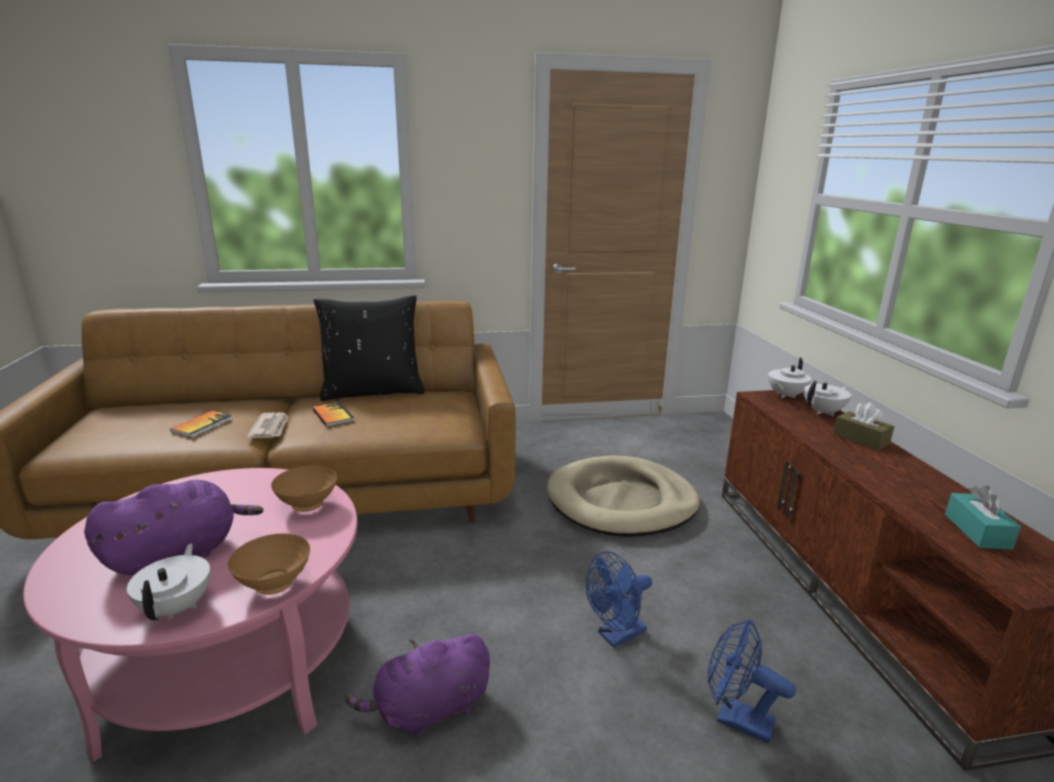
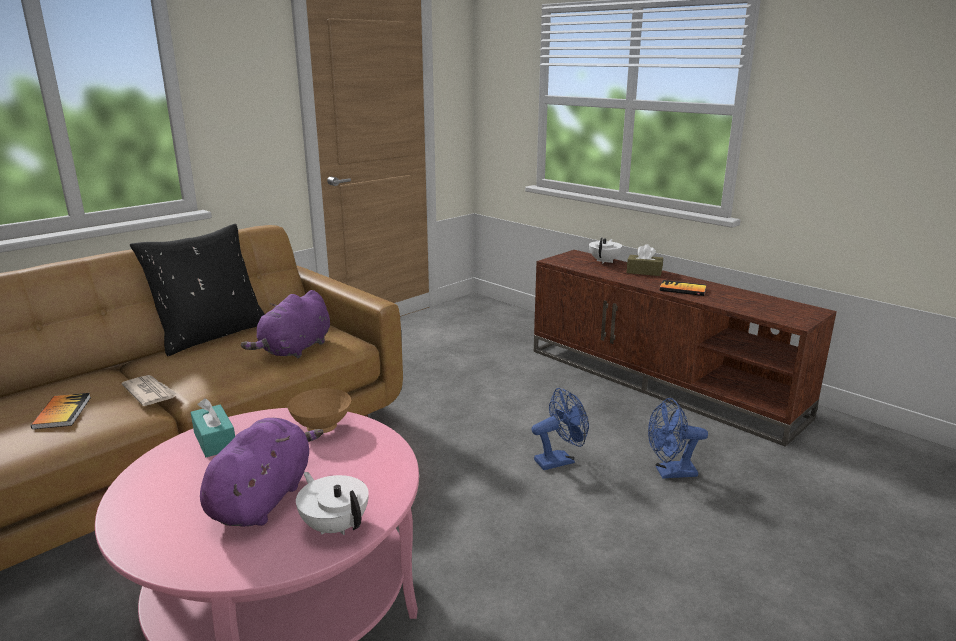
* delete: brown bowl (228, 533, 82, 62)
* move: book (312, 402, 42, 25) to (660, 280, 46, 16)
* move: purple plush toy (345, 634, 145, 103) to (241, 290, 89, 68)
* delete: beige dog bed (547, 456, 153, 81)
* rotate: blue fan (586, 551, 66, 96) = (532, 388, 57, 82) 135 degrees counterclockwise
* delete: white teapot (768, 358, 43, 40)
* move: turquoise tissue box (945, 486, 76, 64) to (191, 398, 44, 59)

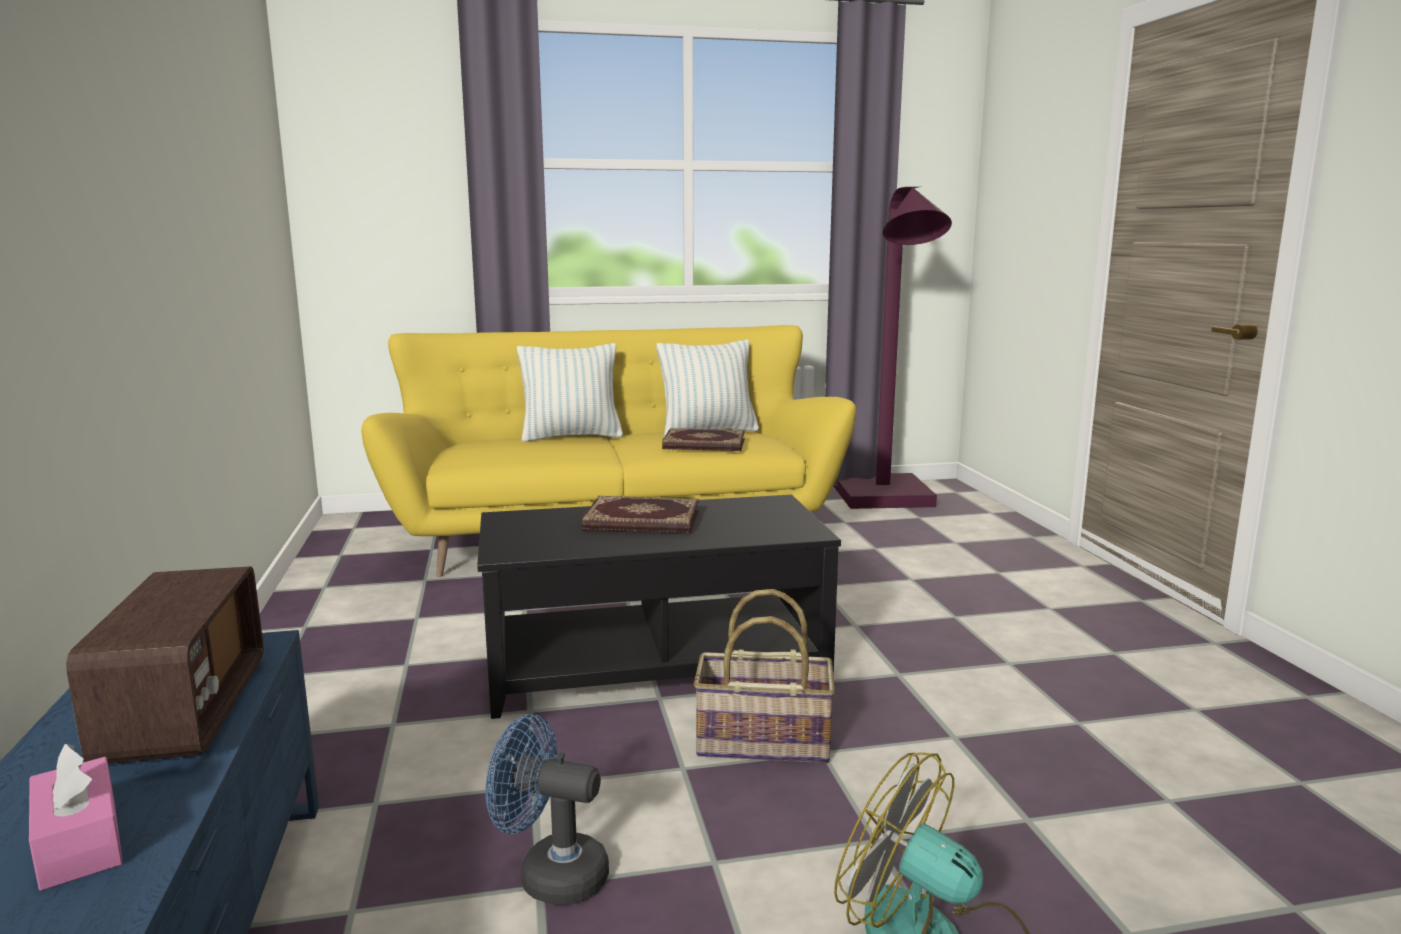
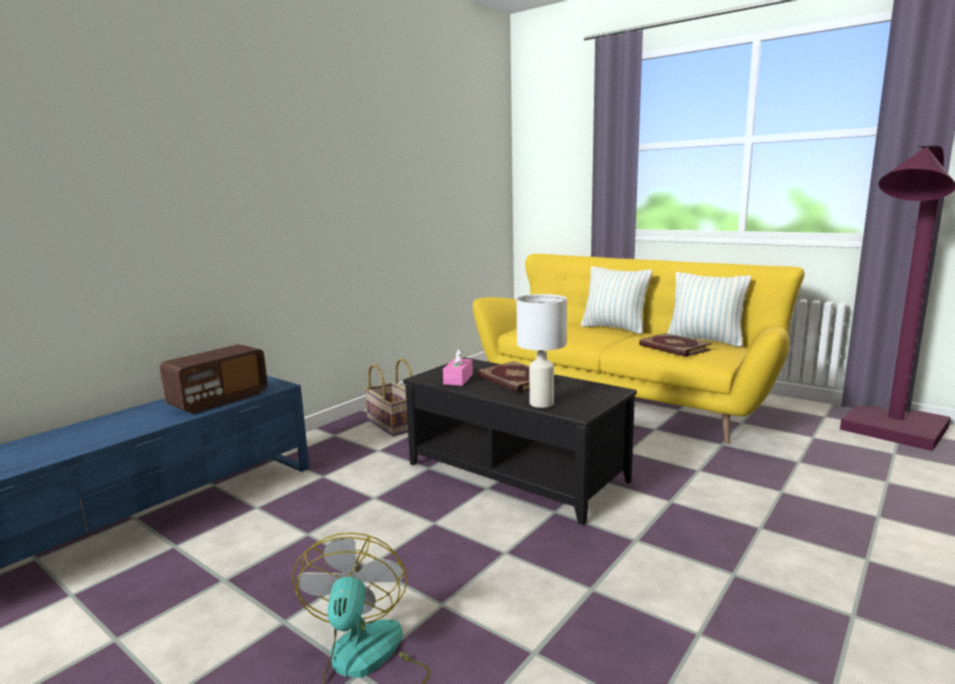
* move: pink tissue box (29, 744, 94, 147) to (443, 349, 30, 37)
* delete: blue fan (485, 714, 124, 190)
* move: basket (694, 589, 141, 174) to (364, 358, 48, 78)
* insert: white table lamp (516, 294, 51, 114)

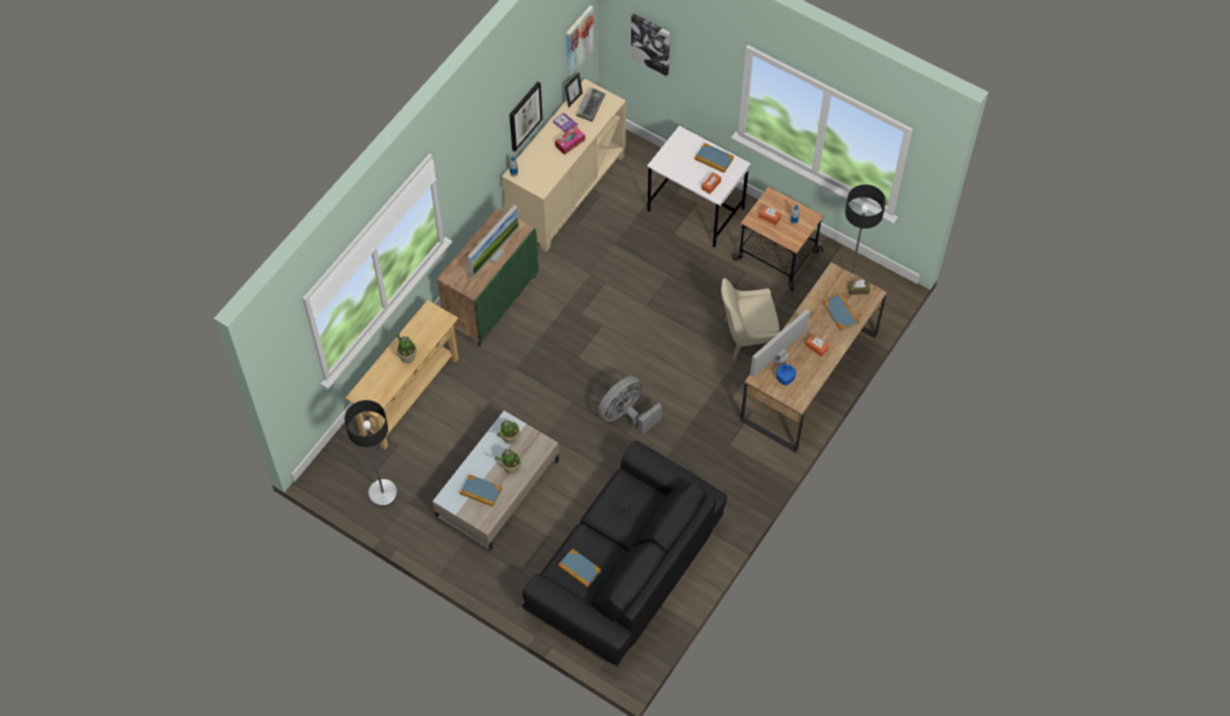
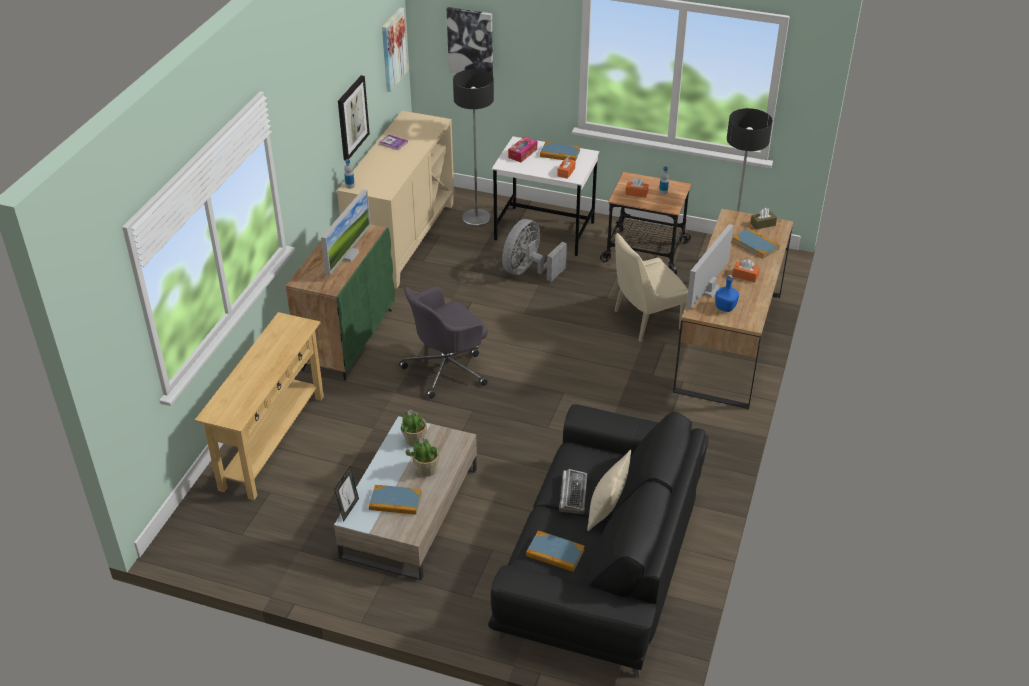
* move: floor lamp (344, 400, 54, 107) to (453, 69, 41, 158)
* delete: potted plant (396, 333, 21, 30)
* move: tissue box (555, 126, 30, 29) to (508, 136, 29, 26)
* move: picture frame (565, 72, 17, 36) to (334, 467, 25, 55)
* move: keyboard (576, 88, 29, 34) to (559, 469, 29, 45)
* move: grey fan (598, 376, 64, 59) to (502, 219, 65, 63)
* insert: grey office chair (399, 286, 89, 113)
* insert: beige pillow (587, 450, 44, 81)

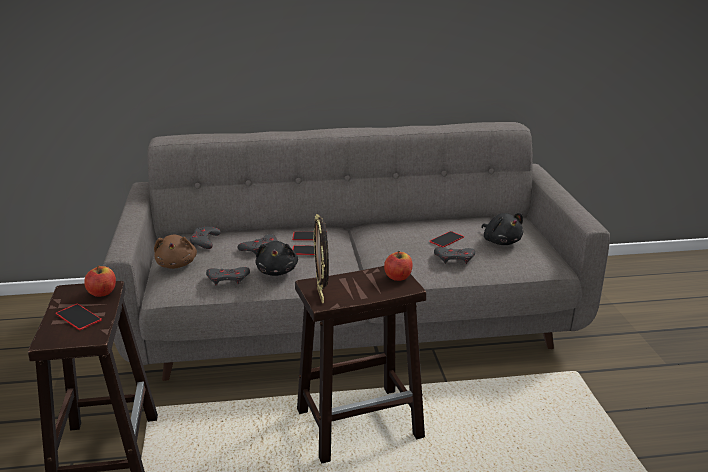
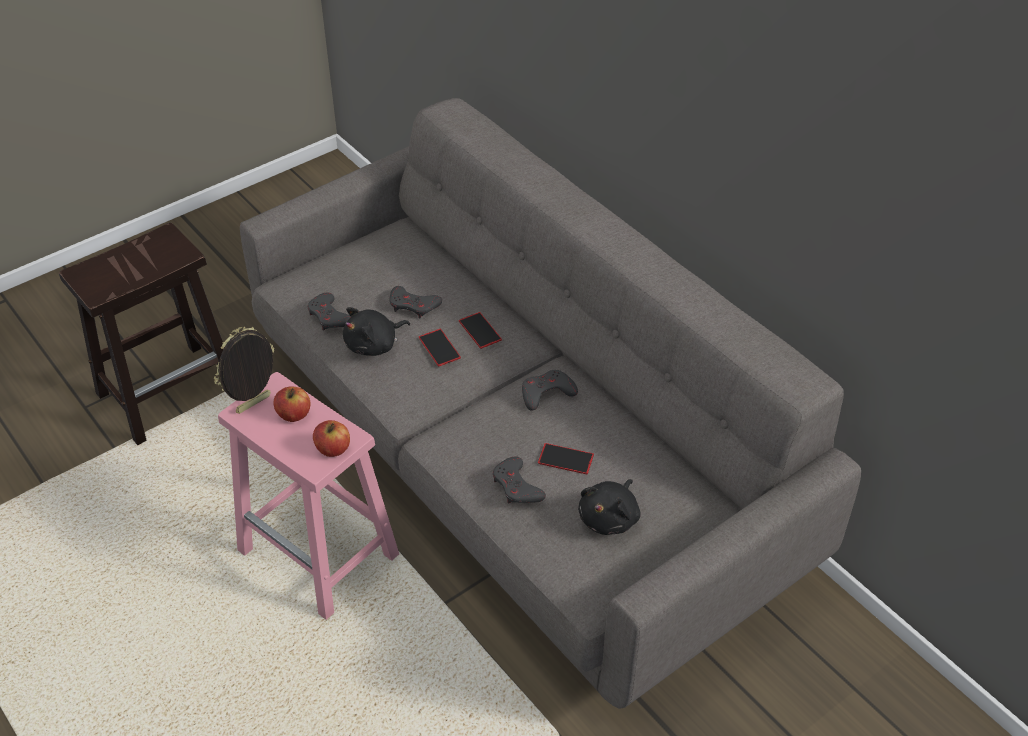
* delete: phone (56, 304, 46, 26)
* move: apple (84, 265, 32, 32) to (274, 387, 36, 35)
* delete: brown plush toy (154, 235, 43, 34)
* move: grey game controller (189, 226, 32, 23) to (522, 370, 56, 41)
* recolor: brown stool (295, 266, 131, 198) to pink stool (218, 372, 181, 248)

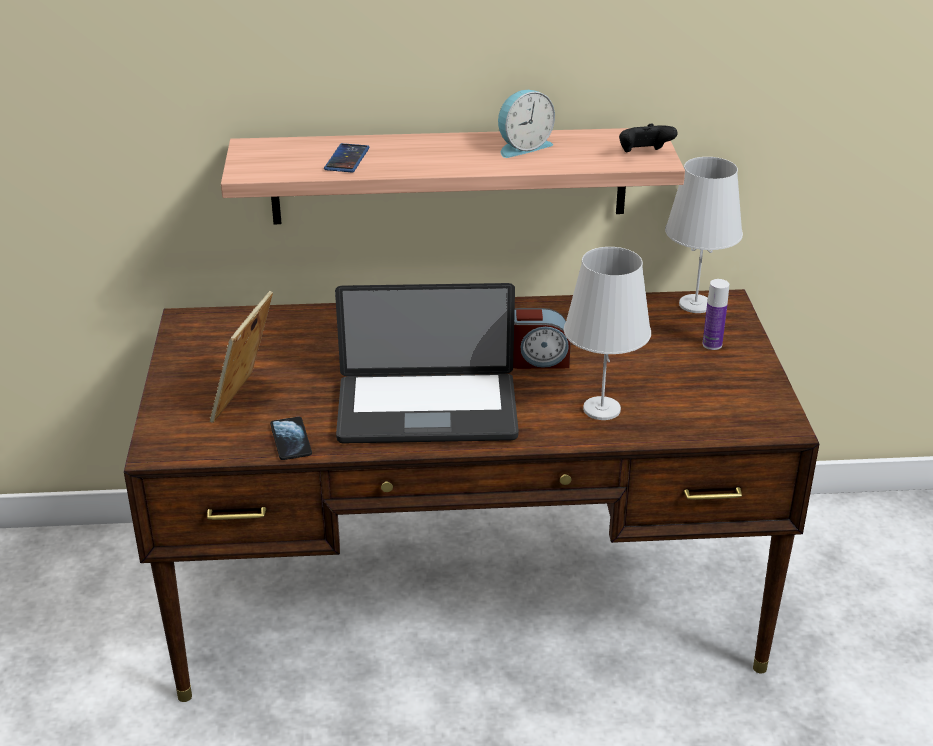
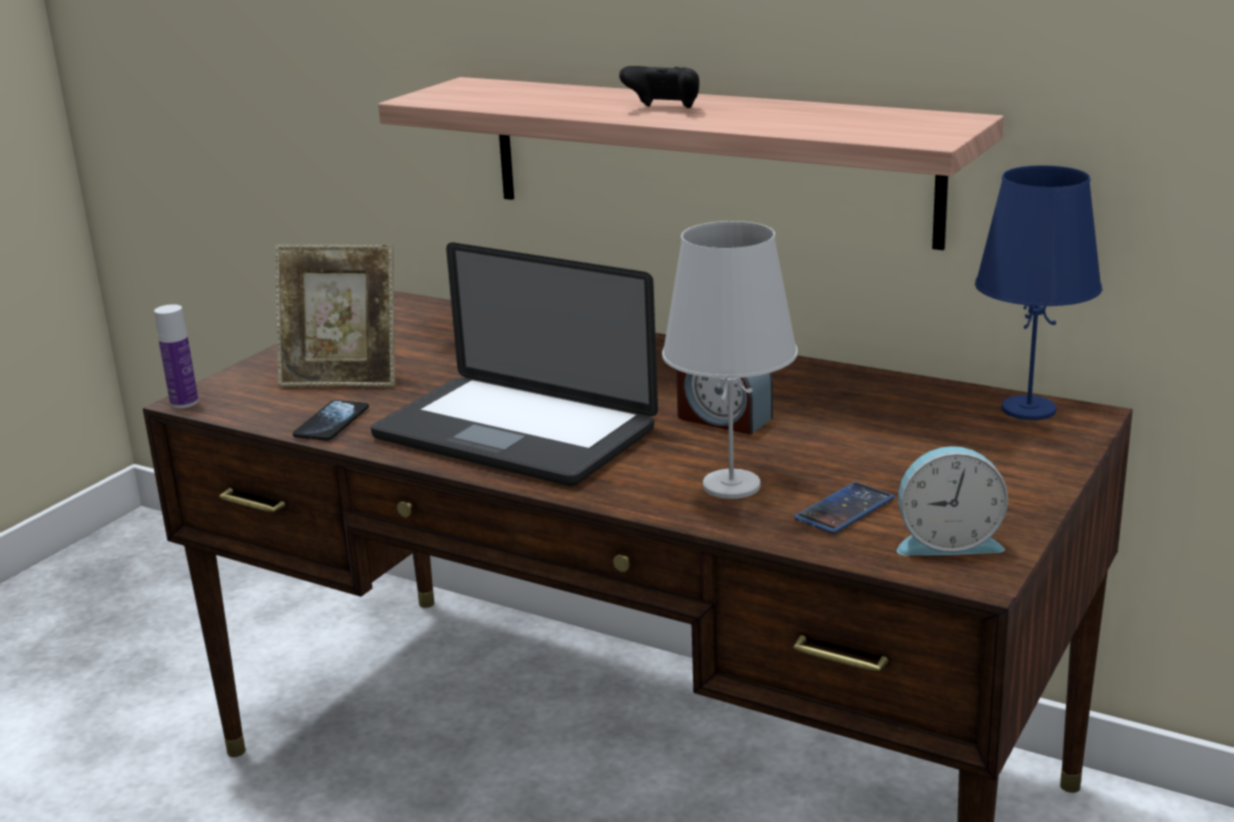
* rotate: picture frame (210, 291, 63, 132) = (275, 245, 120, 142) 135 degrees counterclockwise
* move: phone (324, 143, 46, 29) to (794, 482, 100, 52)
* move: alarm clock (498, 90, 57, 68) to (897, 446, 111, 110)
* move: black game controller (619, 124, 59, 28) to (619, 66, 80, 42)
* recolor: white table lamp (665, 157, 78, 156) to blue table lamp (975, 165, 127, 255)
* move: bottle (703, 279, 26, 71) to (154, 304, 45, 104)

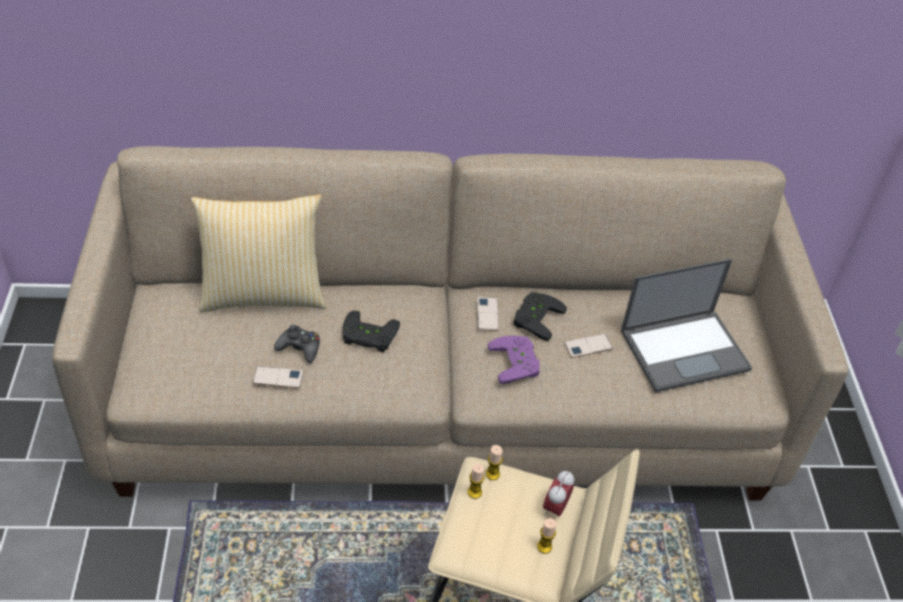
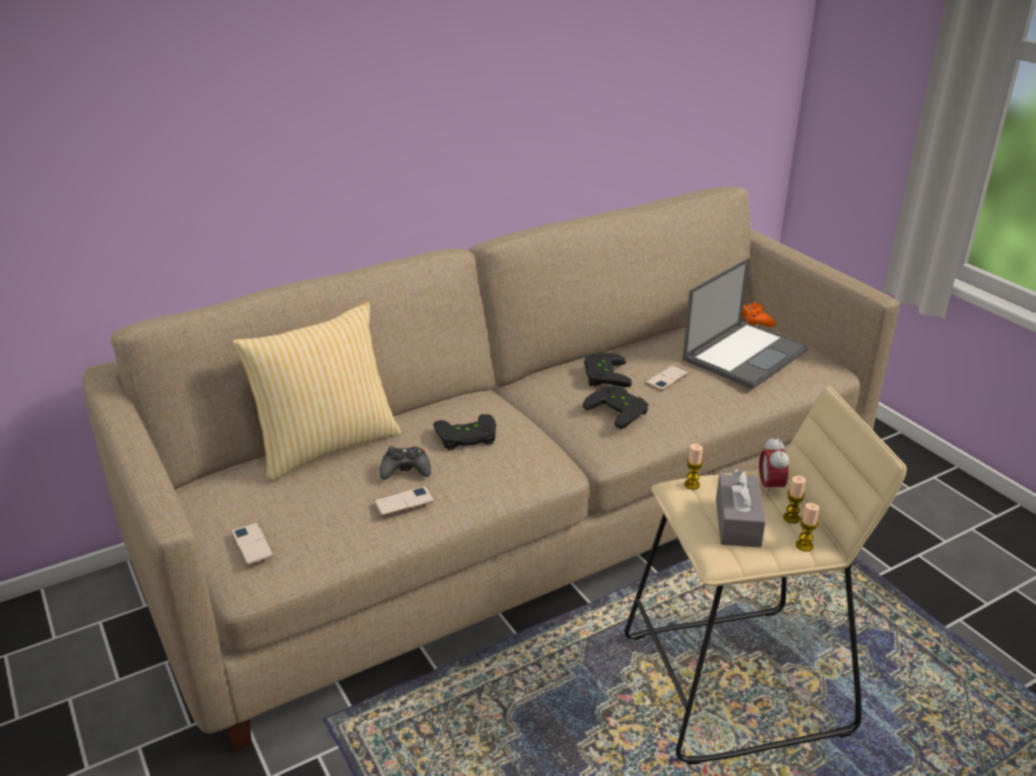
* move: candle (468, 463, 16, 36) to (796, 503, 24, 49)
* move: phone (477, 297, 21, 34) to (231, 523, 42, 42)
* recolor: purple game controller (488, 336, 52, 48) to black game controller (583, 386, 65, 43)
* insert: grey tissue box (716, 469, 50, 78)
* insert: orange game controller (742, 303, 33, 24)

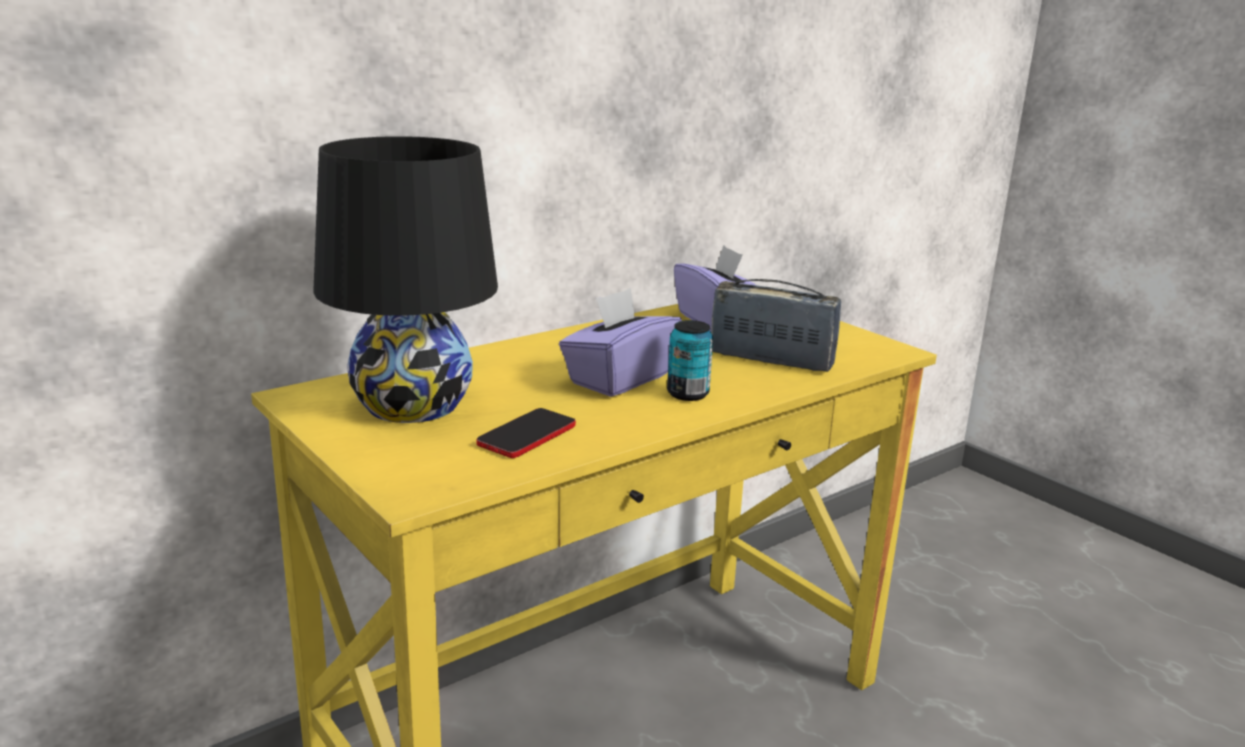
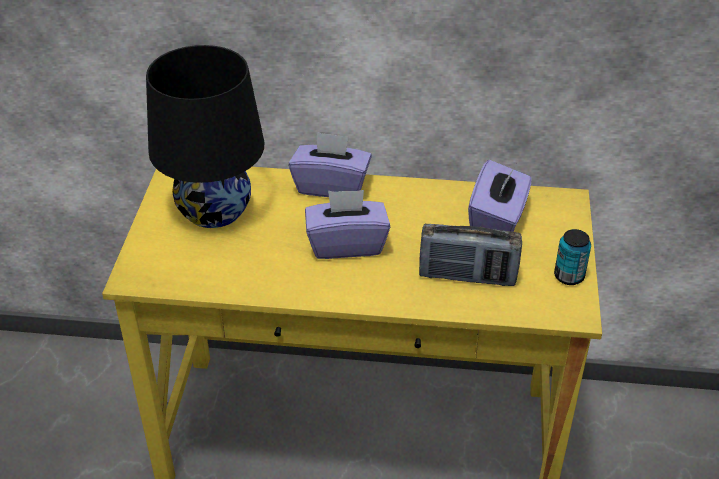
* delete: phone (476, 408, 100, 50)
* move: can (667, 320, 46, 81) to (554, 229, 37, 56)
* rotate: radio (711, 279, 130, 93) = (419, 224, 103, 62) 120 degrees clockwise
* insert: purple tissue box (289, 132, 83, 65)

